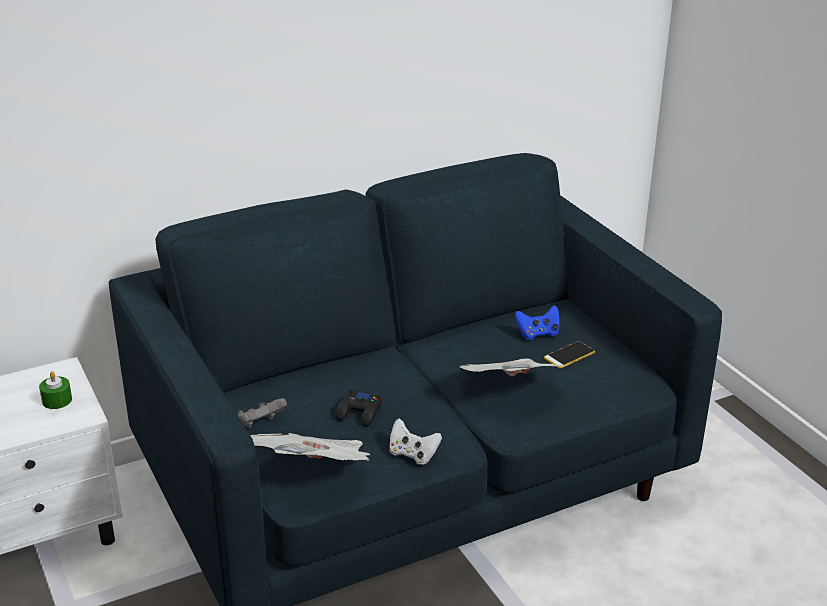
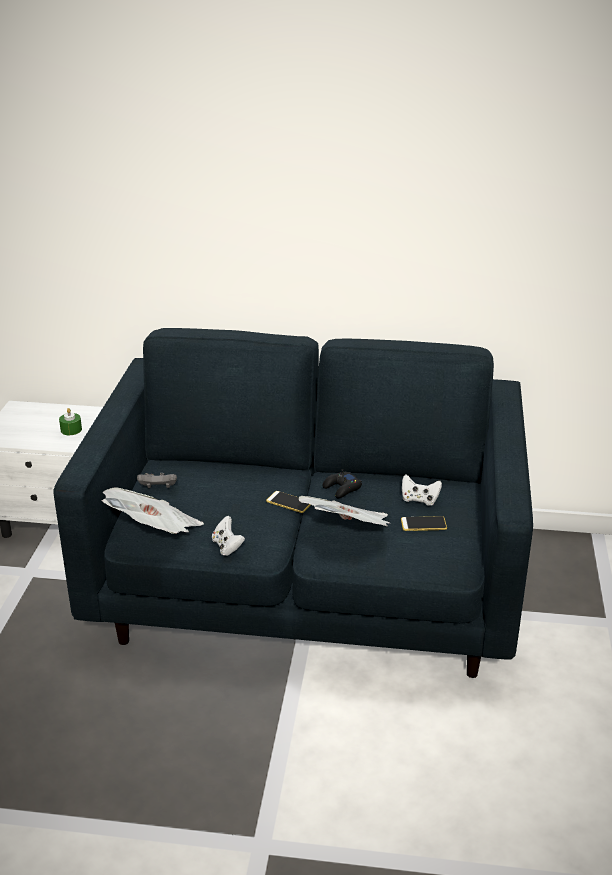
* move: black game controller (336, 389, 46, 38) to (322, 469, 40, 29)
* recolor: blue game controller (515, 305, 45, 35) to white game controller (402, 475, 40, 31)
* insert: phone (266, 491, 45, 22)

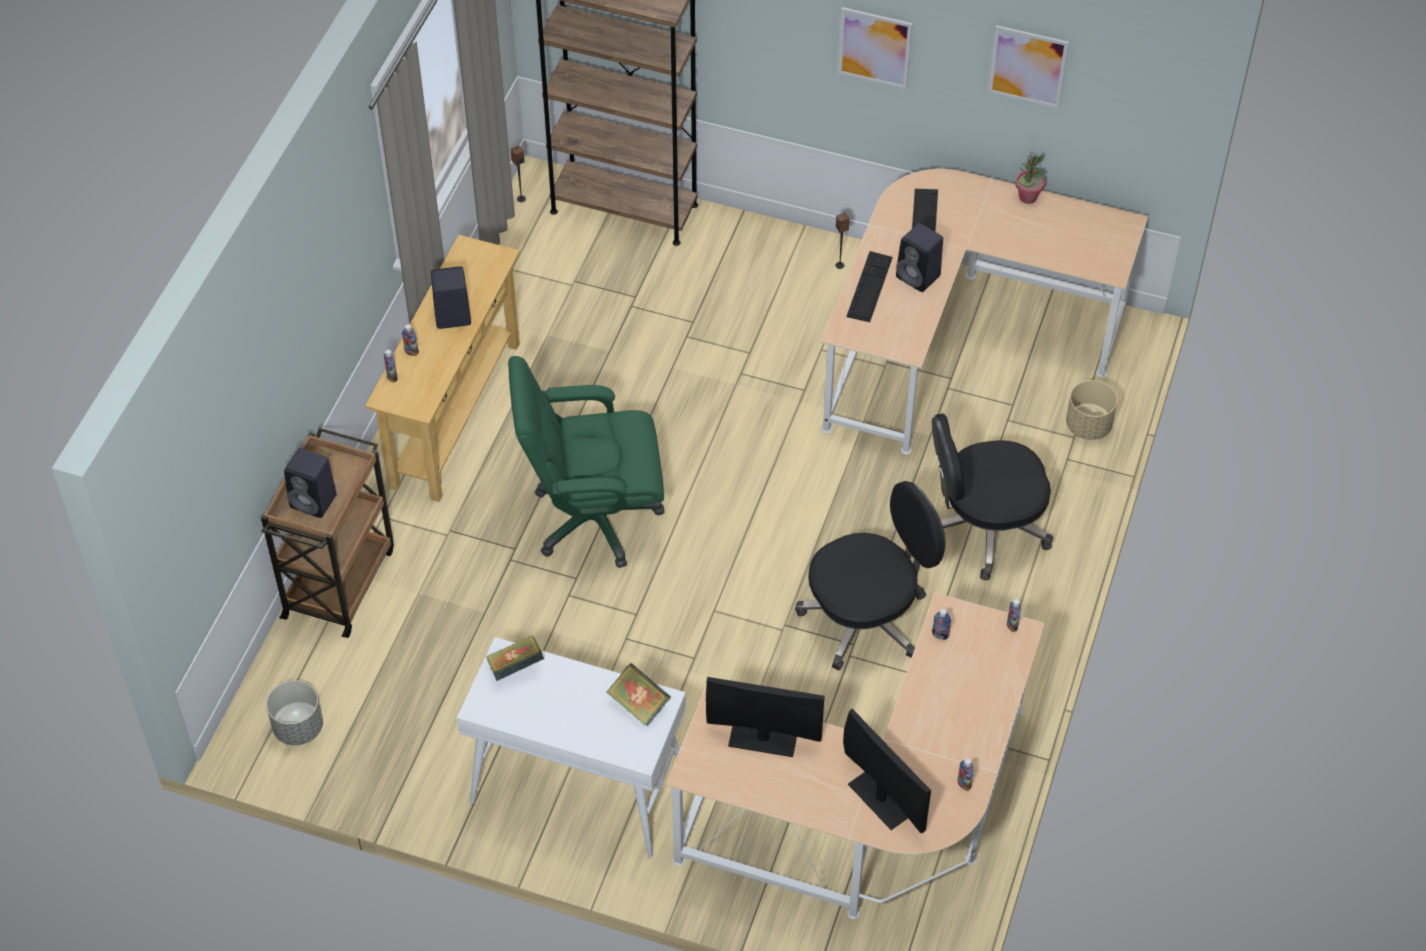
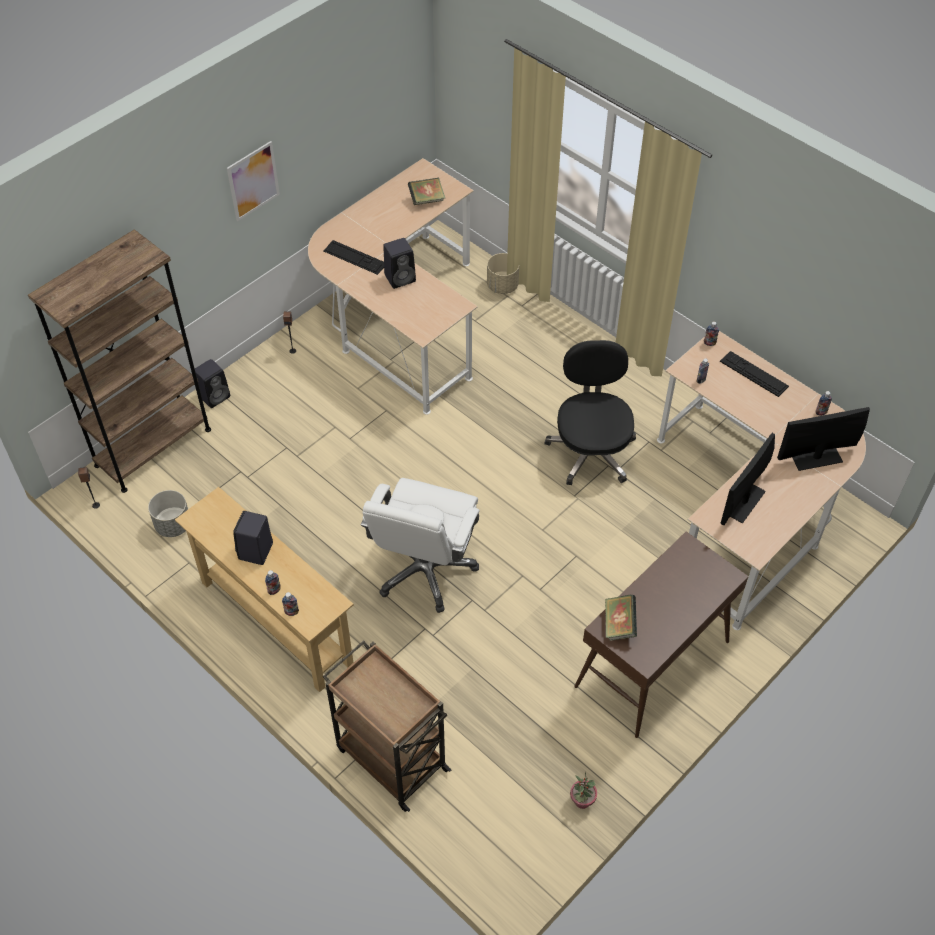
* move: grey planter (266, 680, 57, 65) to (148, 490, 40, 47)
* move: black speaker (284, 448, 53, 70) to (195, 359, 35, 49)
* recolor: white console table (457, 637, 229, 221) to brown console table (574, 531, 175, 207)
* recolor: green office chair (508, 356, 157, 212) to white office chair (361, 478, 118, 135)
* move: book (606, 663, 65, 63) to (408, 178, 37, 27)
* move: keyboard (847, 251, 46, 71) to (720, 351, 69, 46)
* delete: black office chair (932, 413, 121, 167)
* delete: picture (988, 25, 81, 84)
* move: potted plant (1015, 154, 30, 50) to (570, 772, 27, 37)

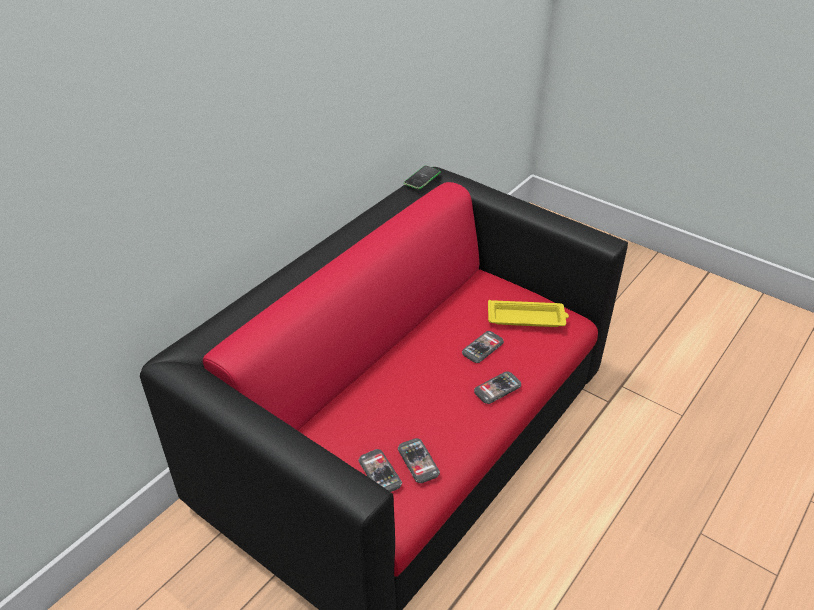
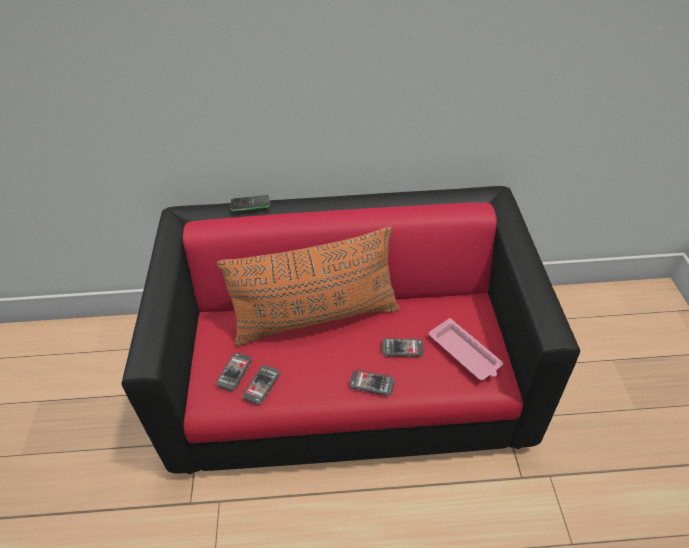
* move: phone (404, 166, 37, 23) to (231, 195, 39, 16)
* recolor: yellow tray (488, 300, 81, 27) to pink tray (429, 318, 74, 62)
* insert: orange pillow (217, 227, 182, 119)

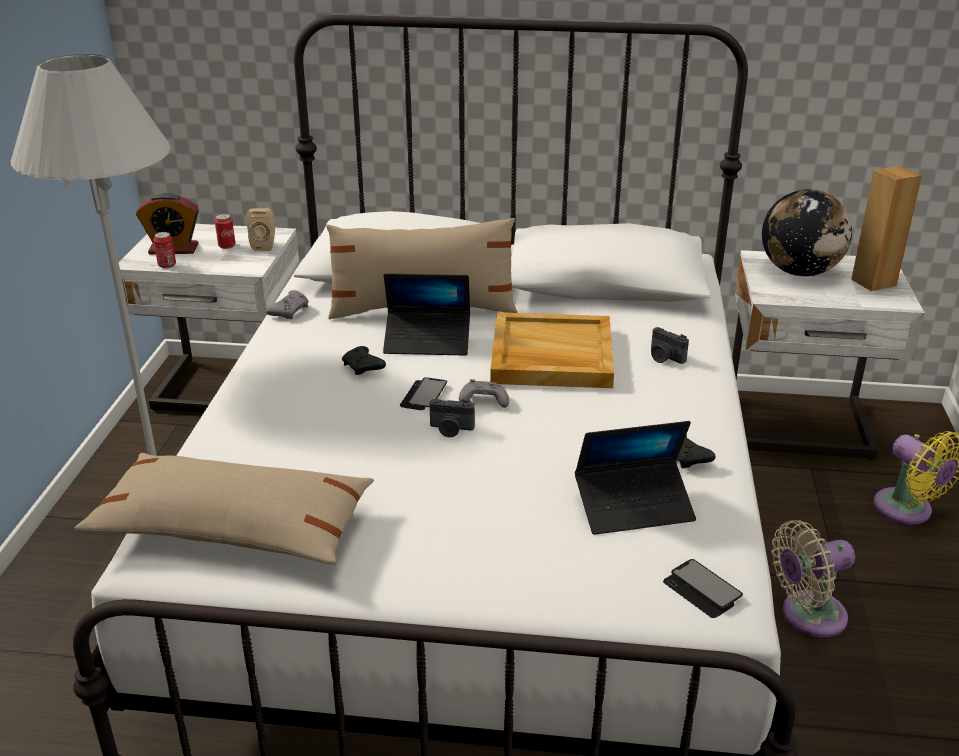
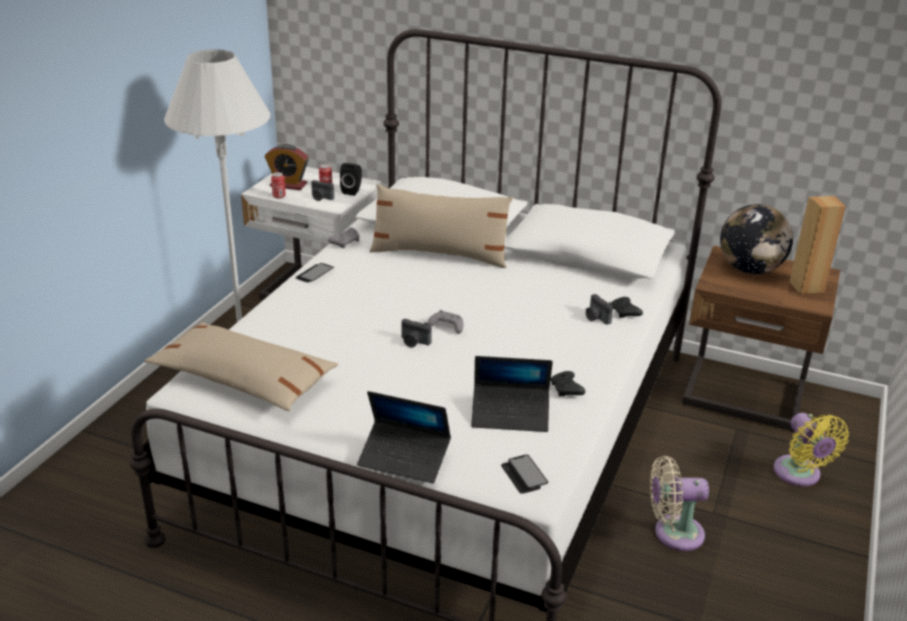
* recolor: beige speaker (247, 208, 28, 43) to black speaker (340, 163, 22, 33)
* move: black game controller (342, 346, 44, 29) to (611, 297, 32, 21)
* move: laptop (383, 274, 87, 82) to (357, 391, 94, 92)
* move: phone (400, 377, 47, 33) to (295, 263, 39, 19)
* delete: beige tray (490, 312, 124, 76)
* recolor: white nightstand (732, 250, 193, 210) to brown nightstand (682, 246, 158, 186)
* insert: photo camera (311, 180, 23, 21)

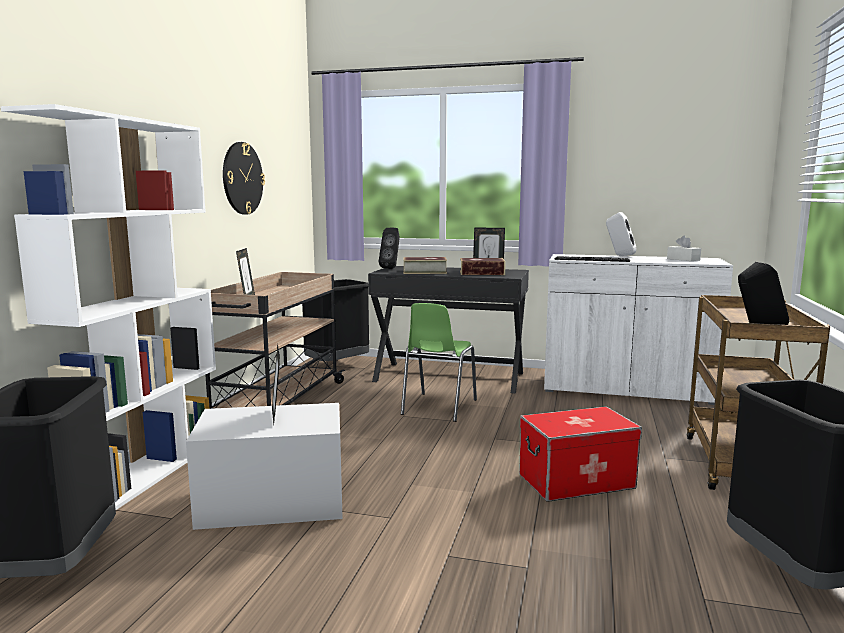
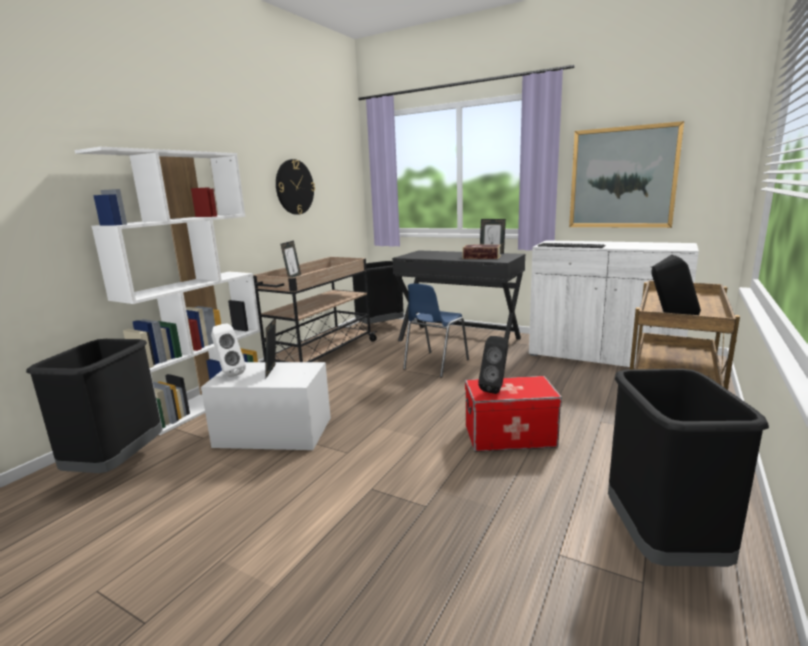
* move: black speaker (379, 228, 21, 41) to (478, 336, 30, 58)
* recolor: green chair (401, 303, 76, 119) to blue chair (403, 284, 66, 94)
* delete: book (403, 257, 44, 17)
* move: white speaker (606, 212, 30, 44) to (211, 323, 35, 54)
* delete: white tissue box (667, 235, 34, 26)
* insert: picture (569, 121, 115, 107)

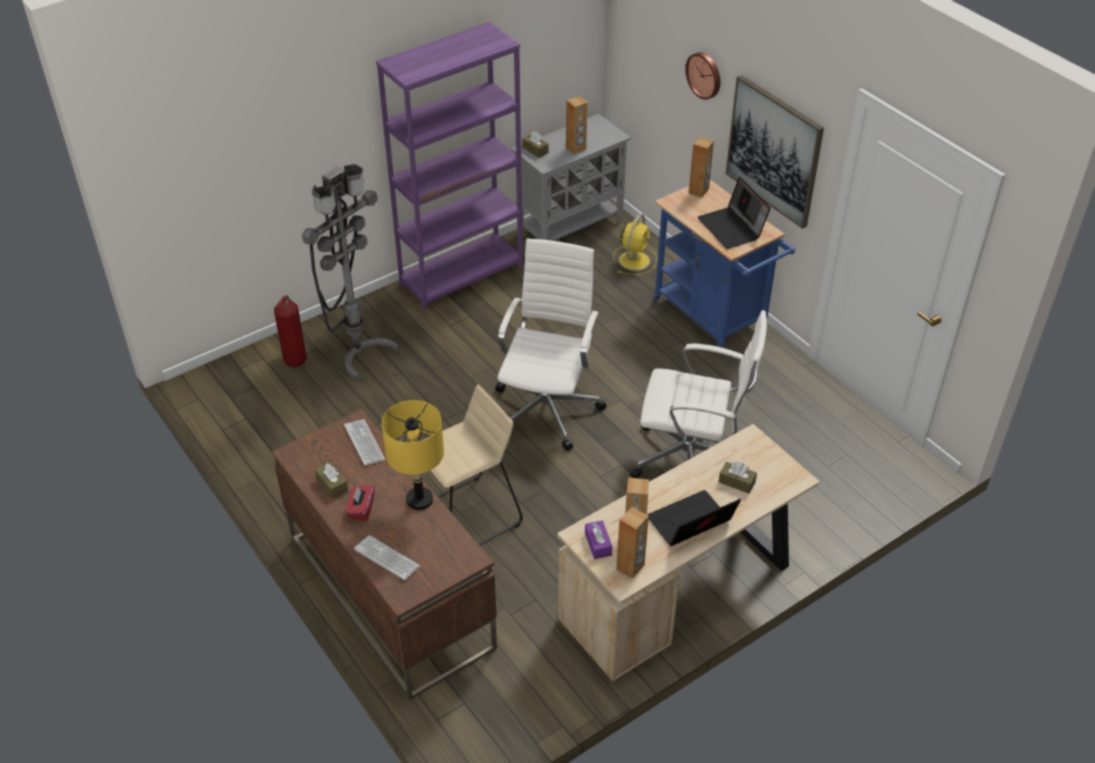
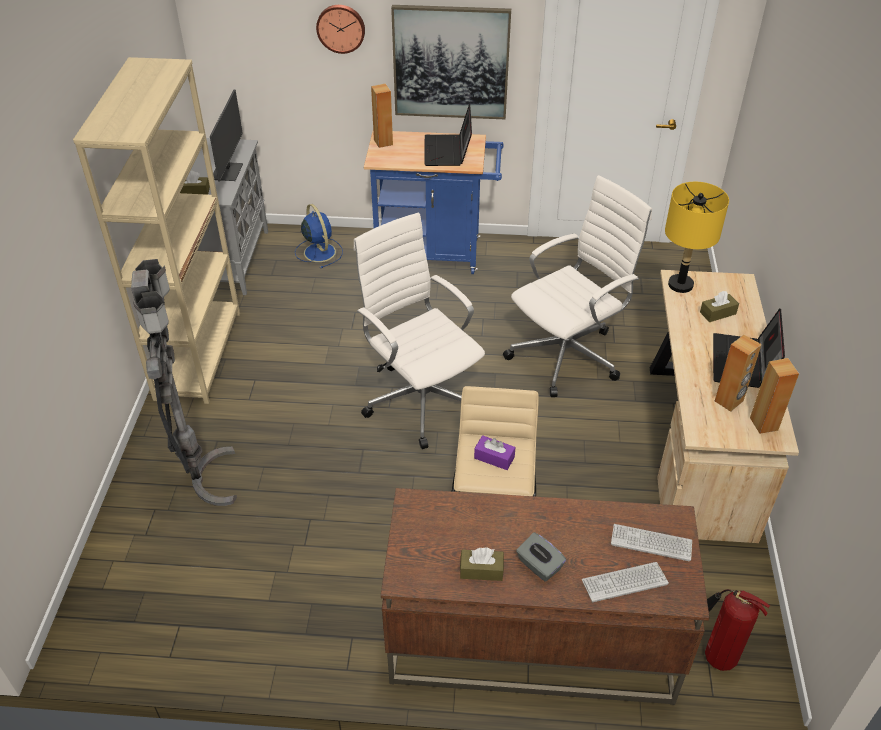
* move: fire extinguisher (274, 295, 33, 72) to (705, 589, 65, 82)
* move: keyboard (344, 419, 41, 47) to (611, 524, 81, 37)
* recolor: red tissue box (346, 485, 29, 36) to grey tissue box (516, 532, 50, 50)
* recolor: purple bookcase (376, 22, 147, 288) to beige bookcase (73, 57, 167, 347)
* move: yellow table lamp (382, 400, 62, 110) to (665, 182, 64, 111)
* replace: brown speaker (566, 96, 21, 58) to monitor (210, 89, 33, 92)
* move: purple tissue box (585, 520, 27, 39) to (474, 435, 41, 35)
* recolor: yellow fan (613, 214, 44, 61) to blue fan (295, 204, 48, 64)
* rotate: laptop (698, 177, 73, 72) = (425, 104, 47, 62) 75 degrees clockwise

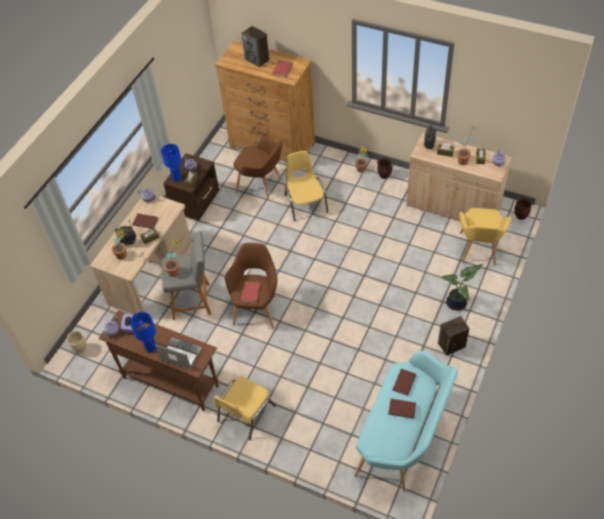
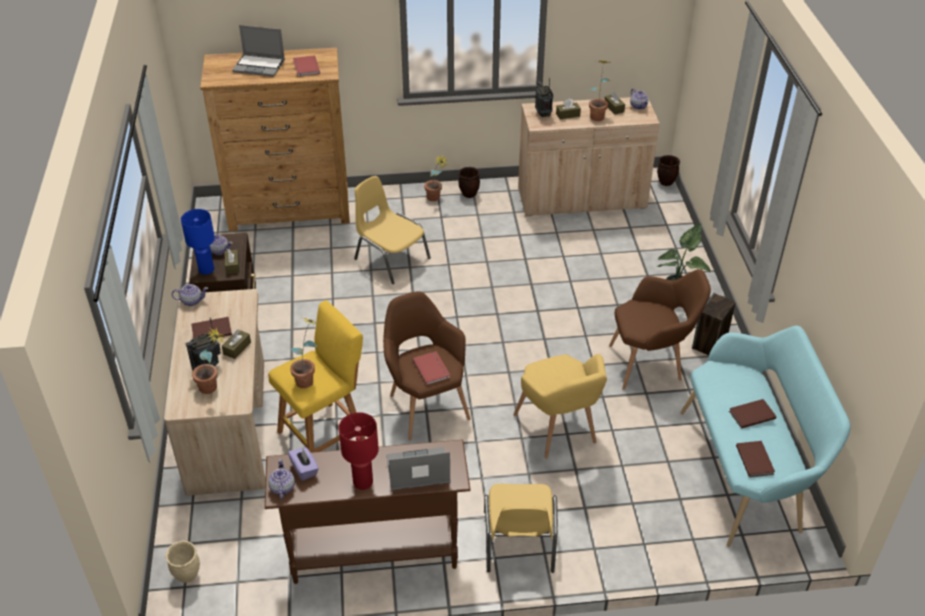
* recolor: blue table lamp (130, 312, 26, 40) to red table lamp (339, 412, 40, 78)
* recolor: grey stool (162, 231, 50, 89) to yellow stool (268, 300, 97, 152)
* move: brown armchair (233, 136, 50, 64) to (609, 269, 102, 121)
* replace: speaker (242, 26, 28, 42) to laptop (232, 25, 53, 52)
* move: brown book (392, 369, 24, 27) to (736, 441, 39, 36)
* move: yellow armchair (459, 208, 53, 58) to (513, 354, 94, 105)

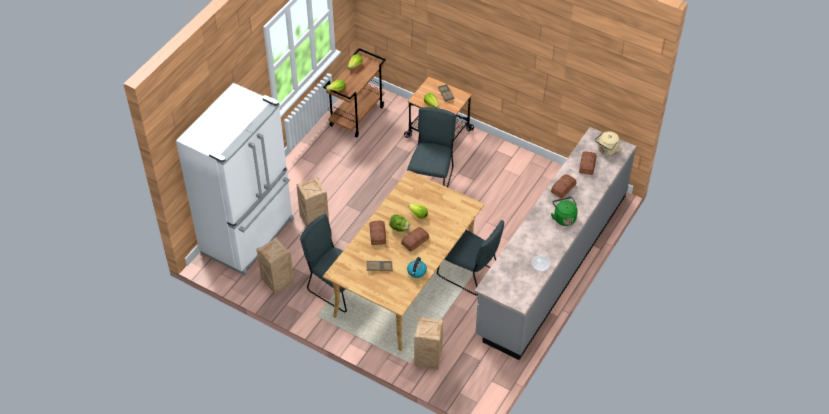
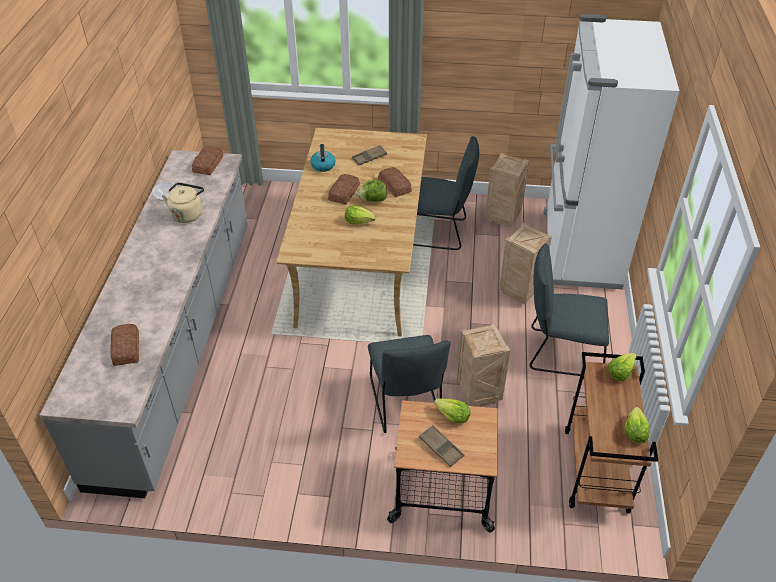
* move: crate (414, 316, 29, 54) to (457, 323, 54, 84)
* move: grey chair (437, 220, 67, 76) to (530, 243, 79, 133)
* move: bread (551, 174, 26, 24) to (192, 146, 32, 29)
* delete: green kettle (551, 197, 27, 29)
* move: beige kettle (595, 131, 27, 25) to (162, 182, 42, 41)

